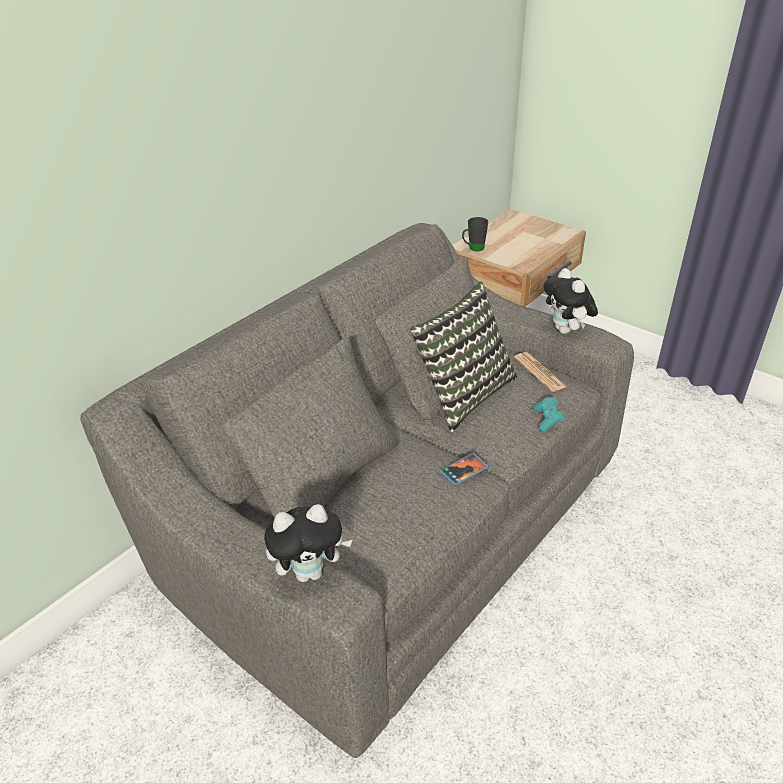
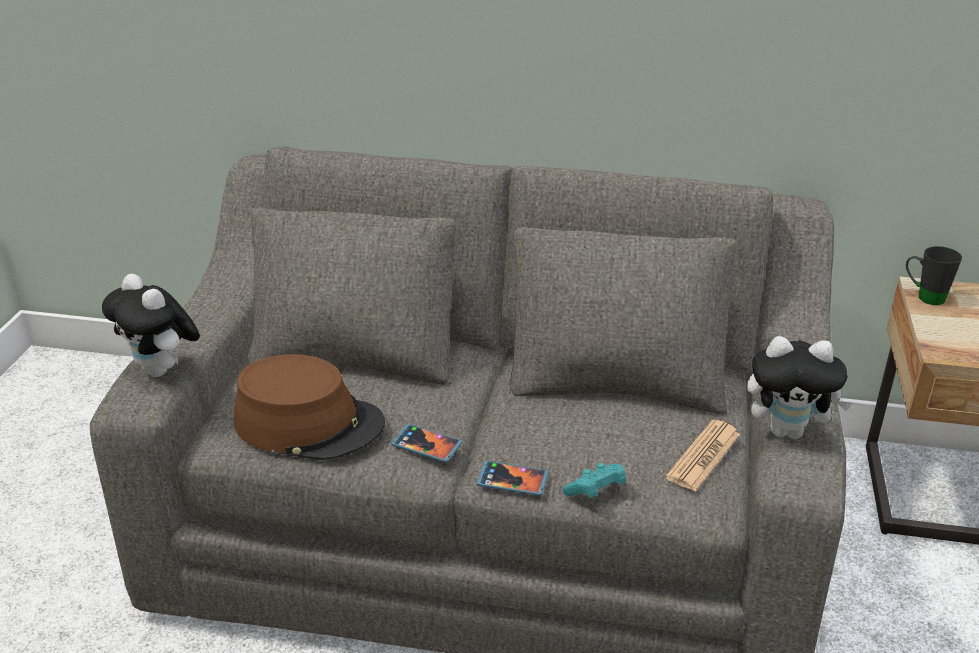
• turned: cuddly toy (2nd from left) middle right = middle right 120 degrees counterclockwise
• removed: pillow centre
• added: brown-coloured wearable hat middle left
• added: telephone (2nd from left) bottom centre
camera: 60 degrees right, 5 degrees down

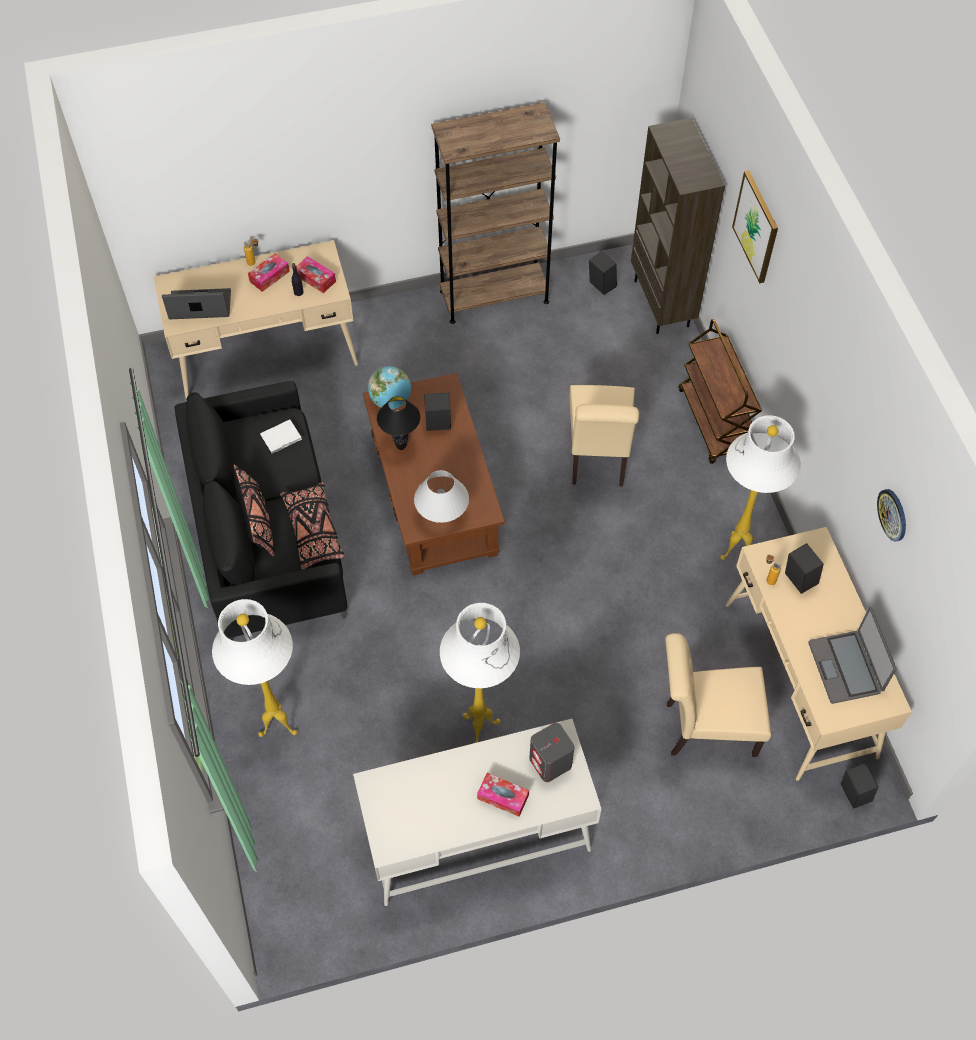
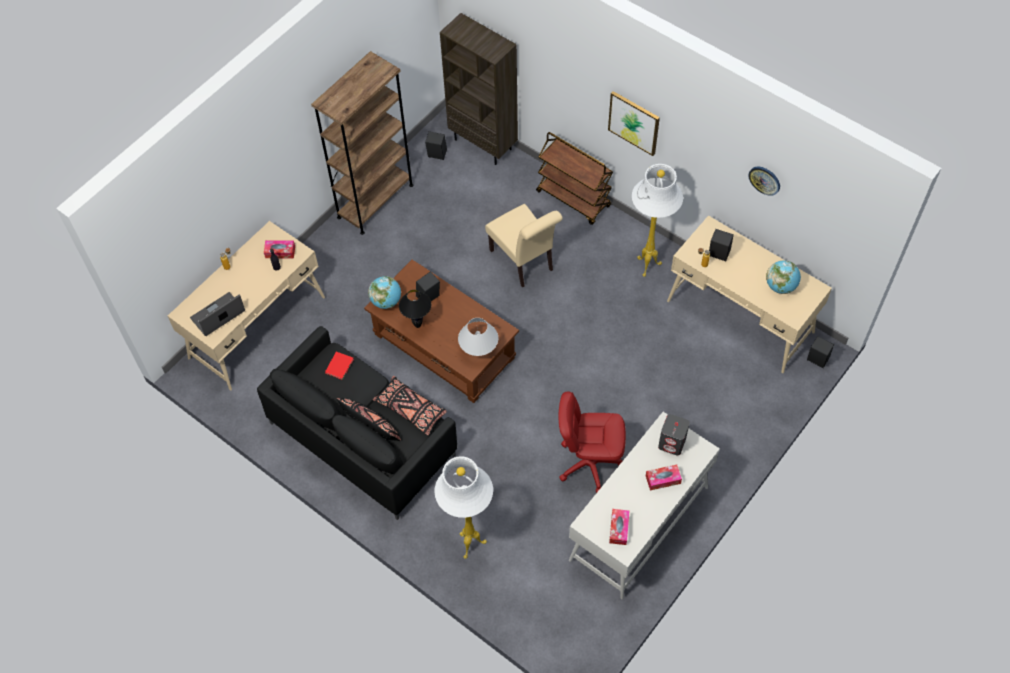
• moved: picture top right to top centre
• moved: box of tissues (1st from left in the first image) top left to box of tissues (2nd from left) bottom centre
• recoloured: white book middle left to red book centre
• replaced: white floor lamp (2nd from left) centre to red desk chair centre
• replaced: notebook computer (2nd from left) middle right to world globe (2nd from left) middle right
• removed: beige plain chair (2nd from left) bottom right
camera: 35 degrees left, 0 degrees up

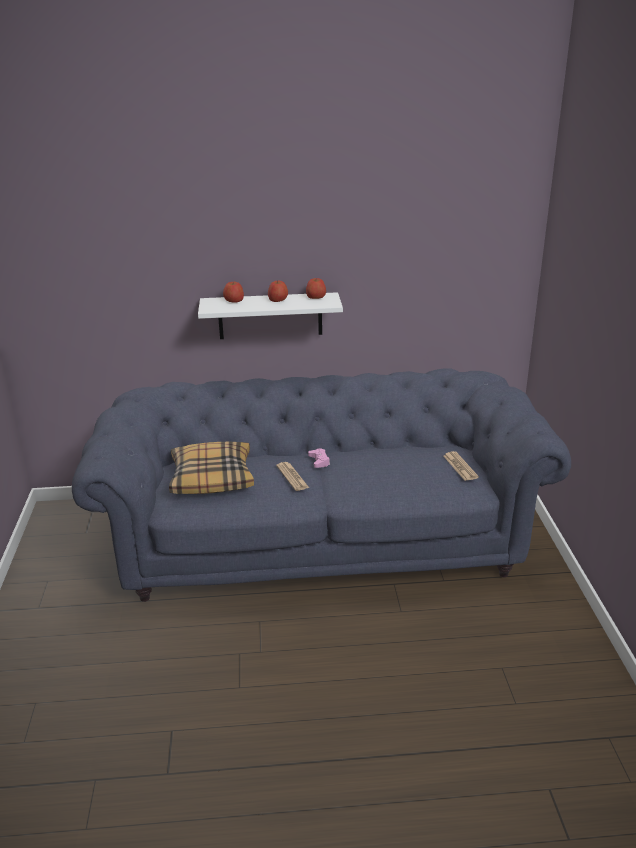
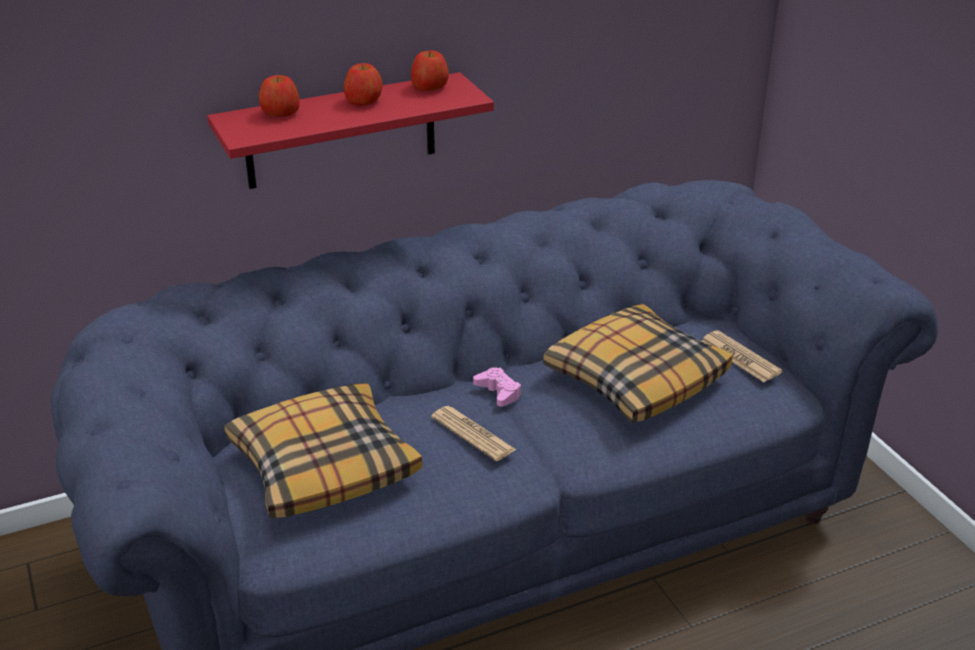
• recoloured: white shelf centre to red shelf top centre
• added: pillow (2nd from left) centre
camera: 20 degrees left, 5 degrees up

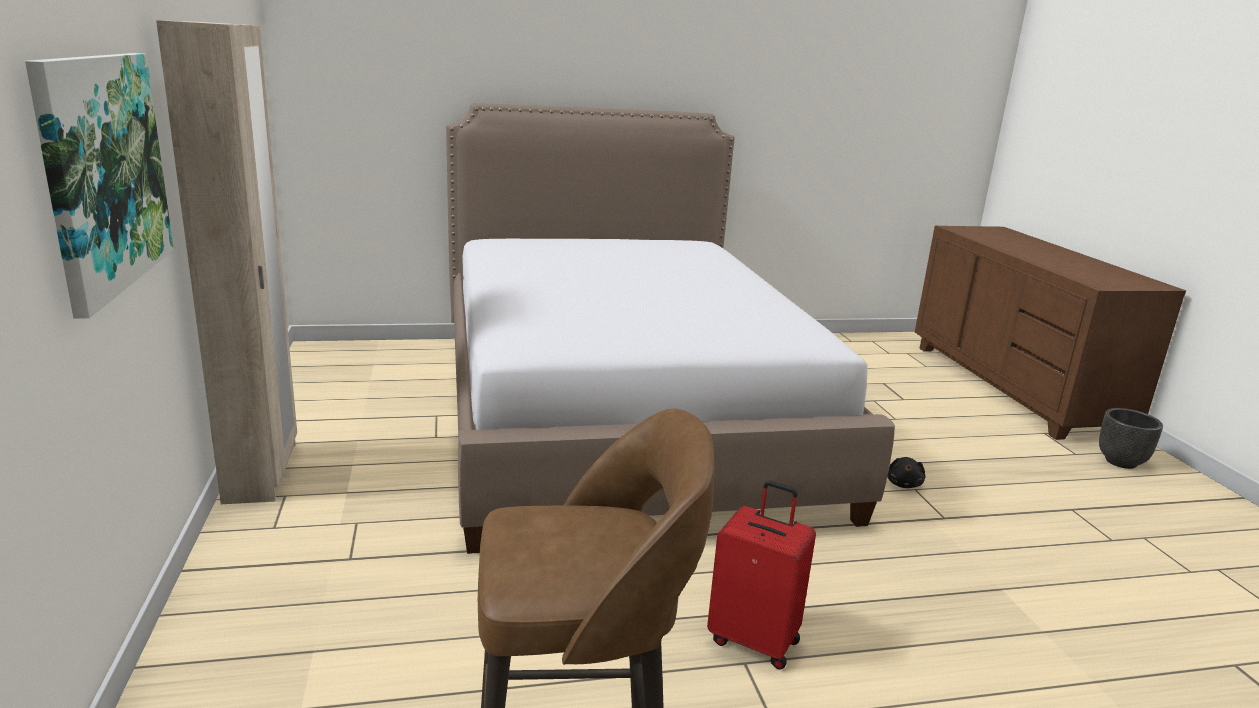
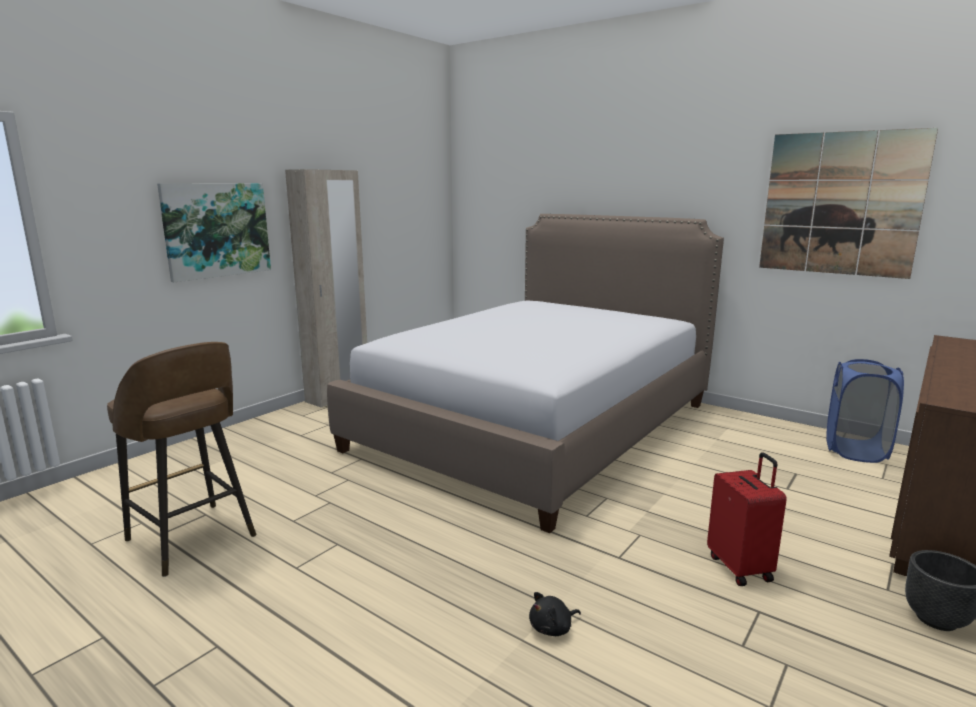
• moved: black-coloured cuddly toy bottom right to bottom centre
• moved: red suitcase bottom centre to bottom right
• added: picture (2nd from left) top right
• added: blue laundry basket middle right
camera: 50 degrees right, 5 degrees down

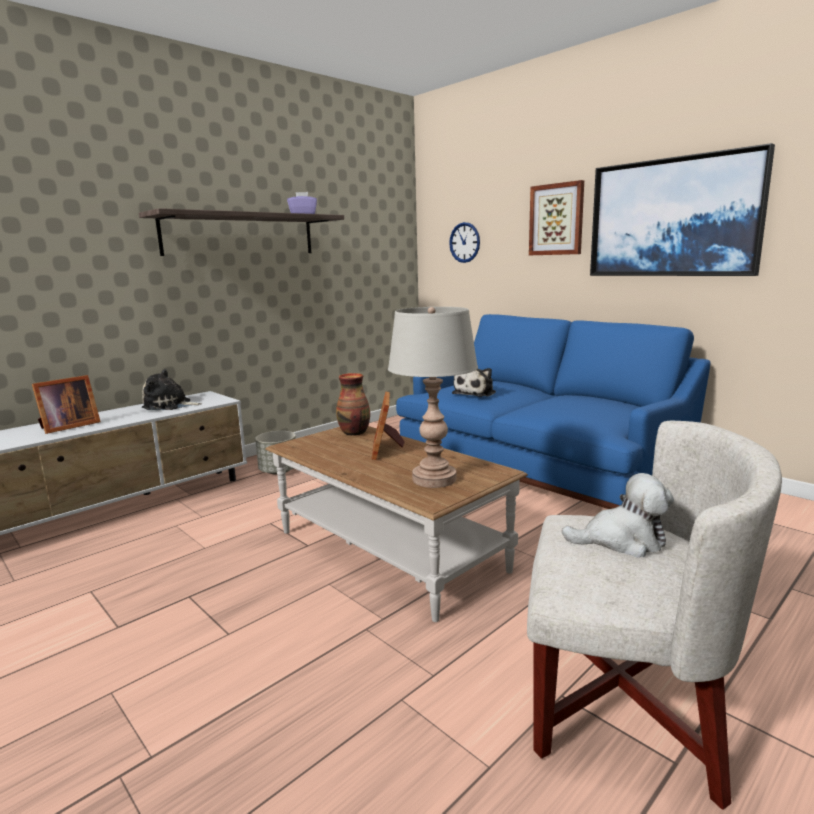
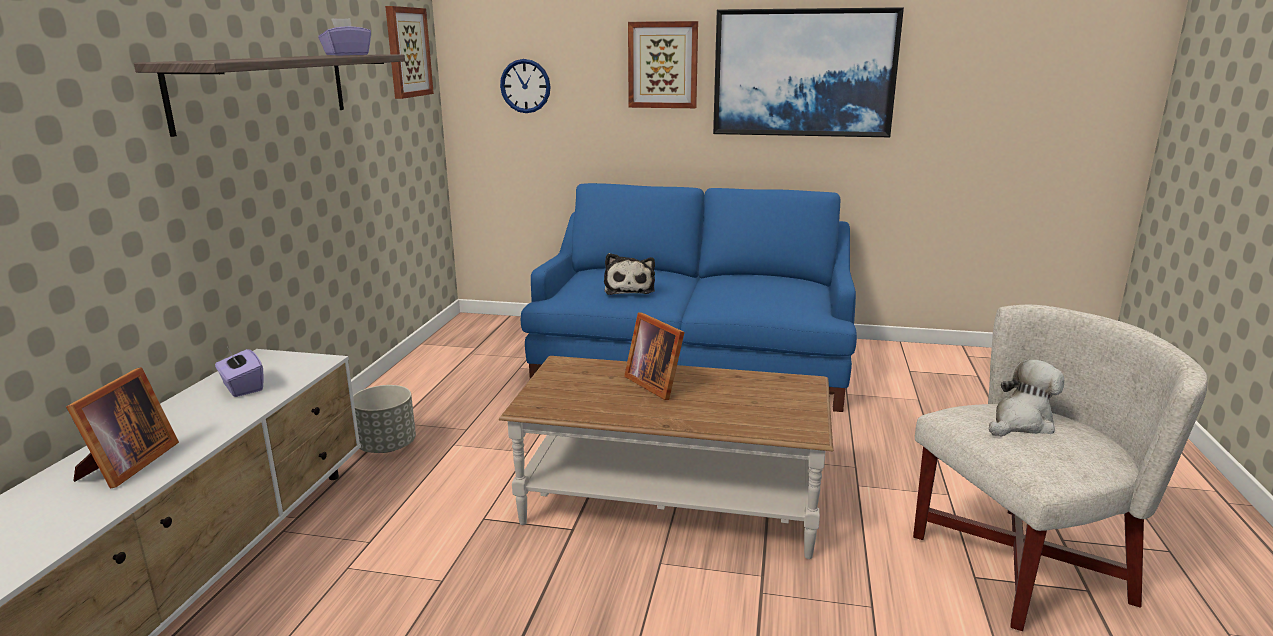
• removed: greyish lamp for a table centre
• replaced: cuddly toy (1st from left) middle left to purple box of tissues (1st from left) middle left
• removed: flower vase centre
• added: picture (1st from left) top left
camera: 35 degrees left, 5 degrees up

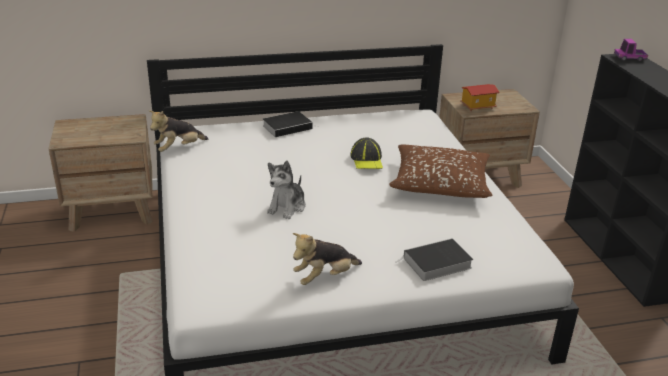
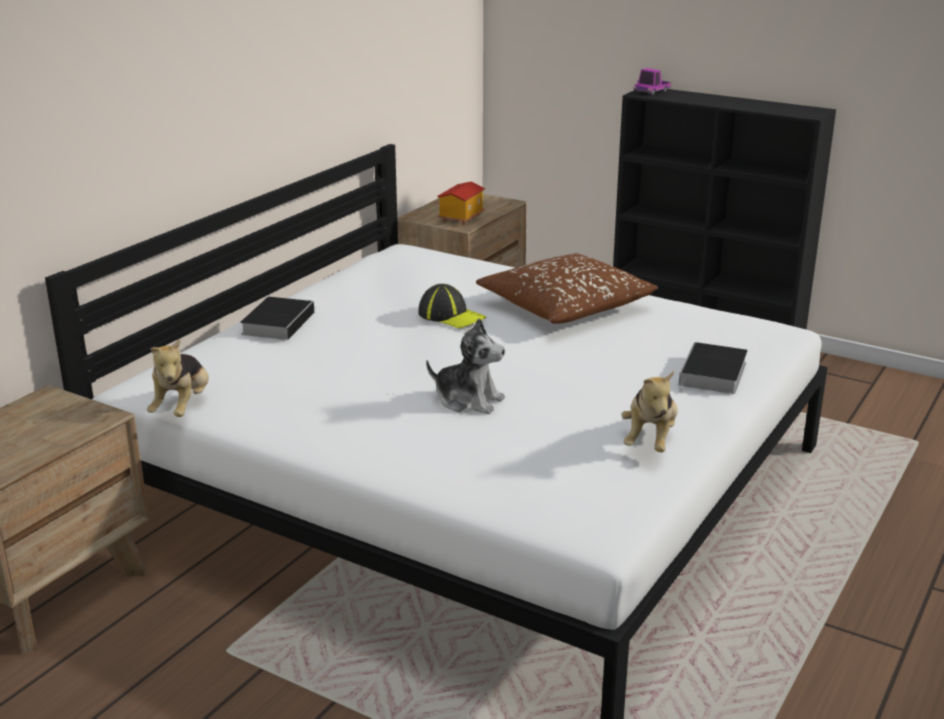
• turned: cuddly toy (2nd from left) centre = centre 45 degrees counterclockwise
camera: 45 degrees left, 5 degrees down

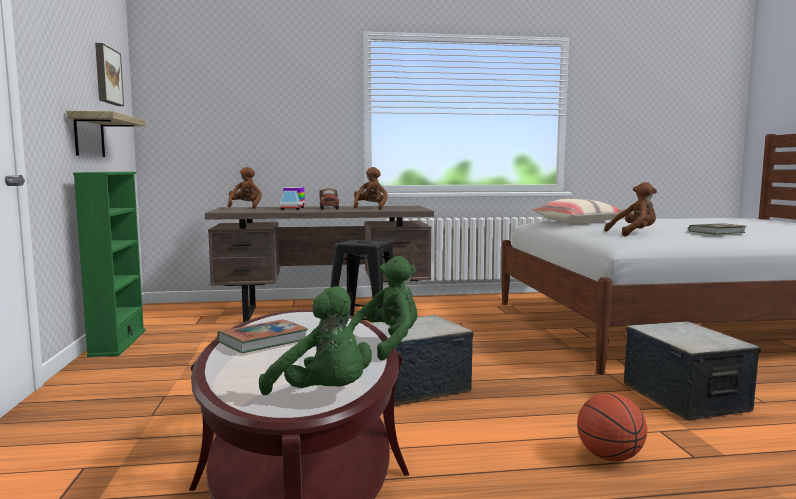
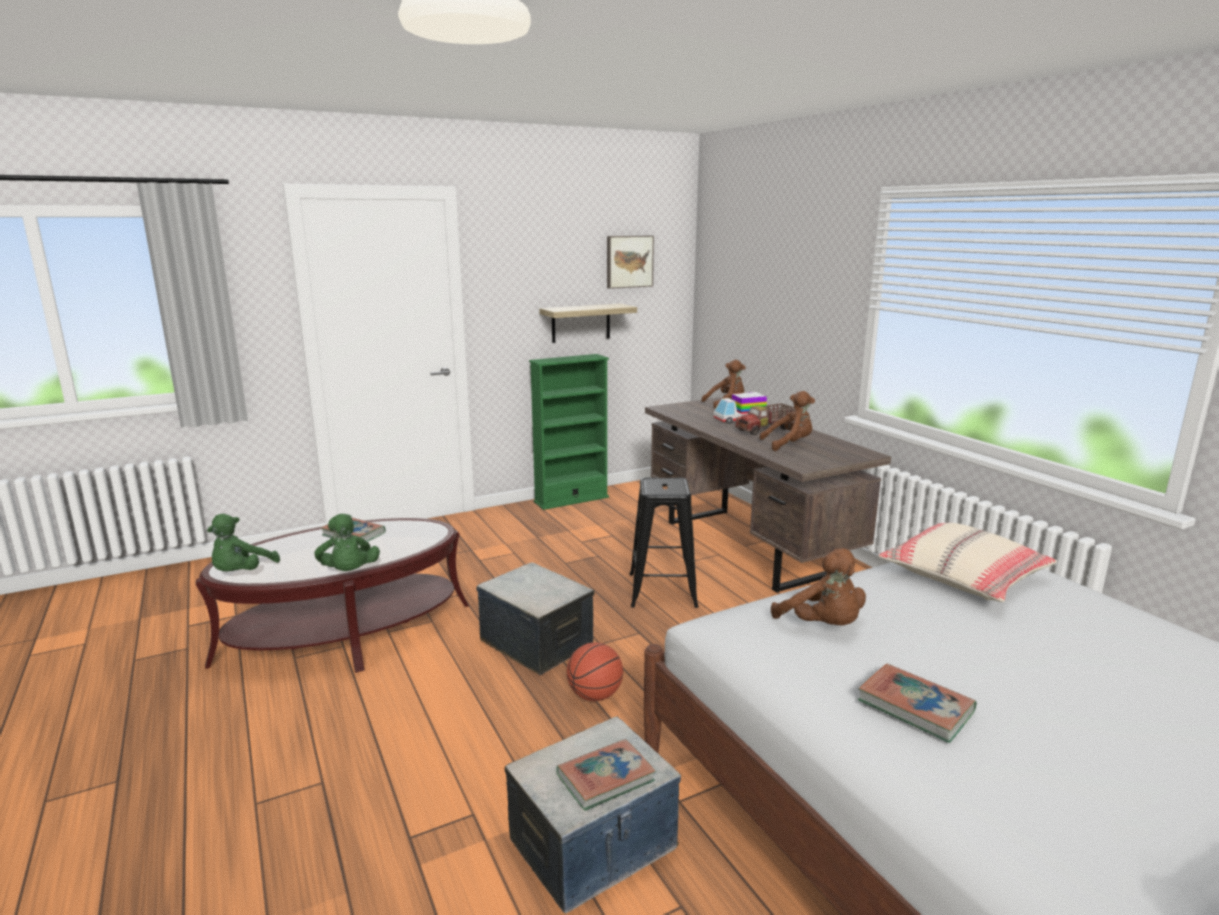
• turned: greenish cuddly toy (2nd from left) centre = middle left 45 degrees clockwise
• moved: basketball bottom right to bottom centre
• added: book (2nd from left) bottom centre
camera: 70 degrees right, 10 degrees up

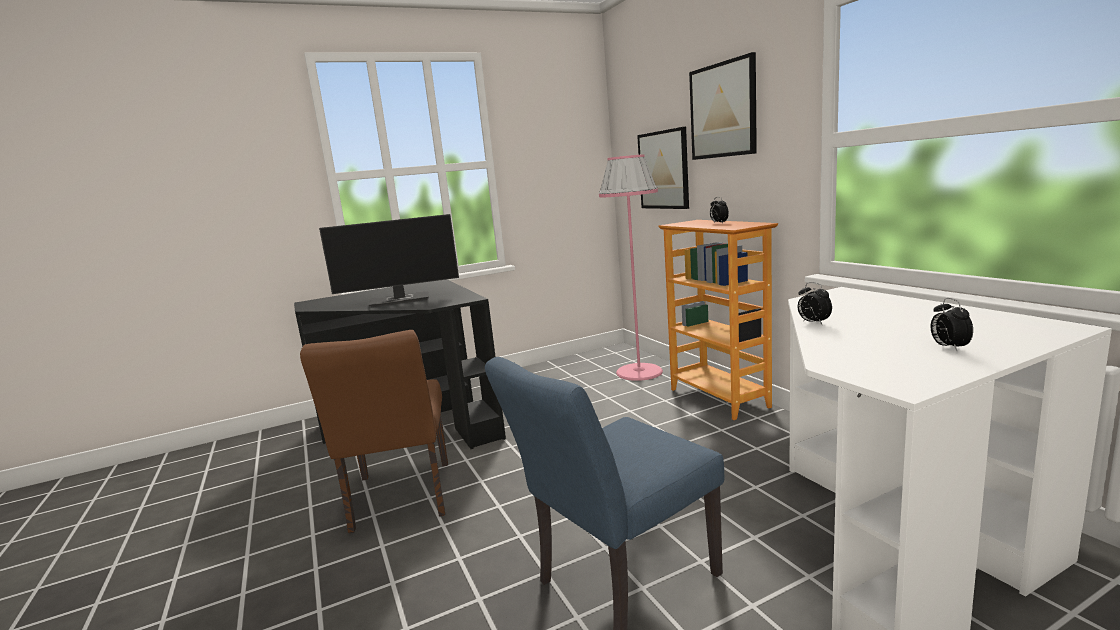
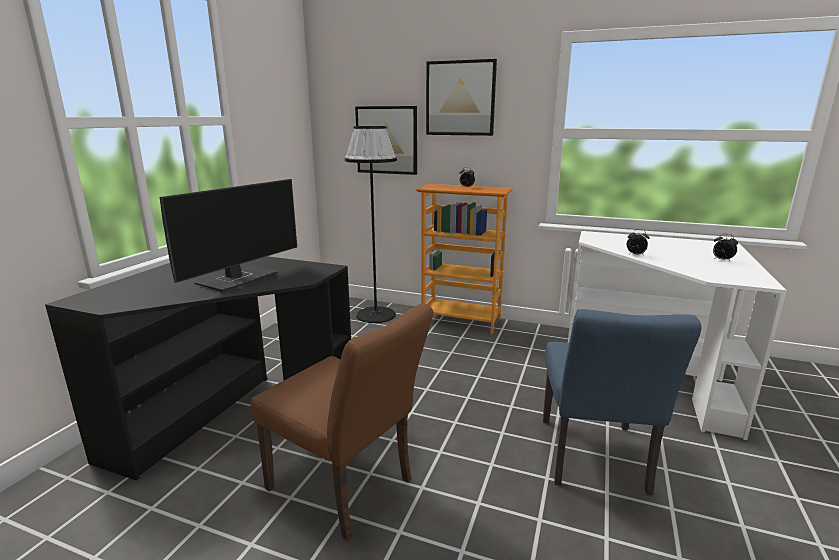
• recoloured: pink floor lamp centre to black-coloured floor lamp centre
camera: 45 degrees left, 5 degrees up

